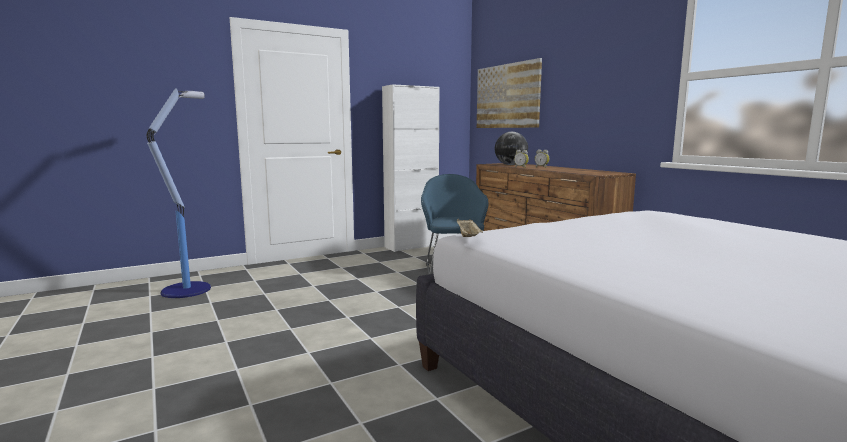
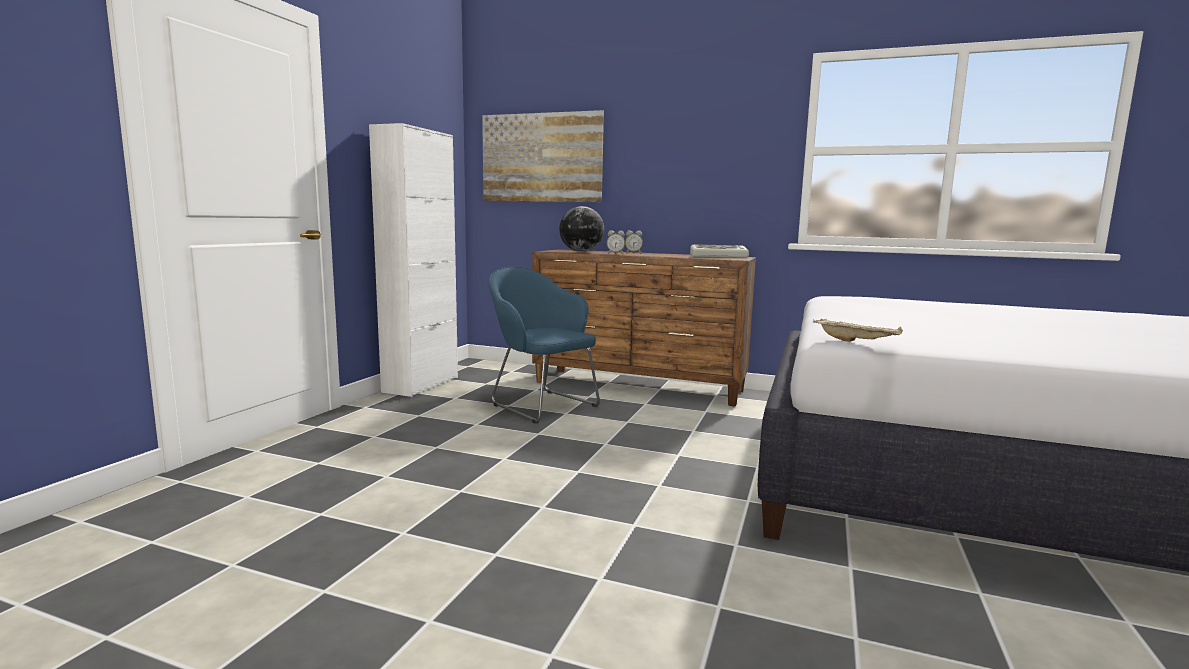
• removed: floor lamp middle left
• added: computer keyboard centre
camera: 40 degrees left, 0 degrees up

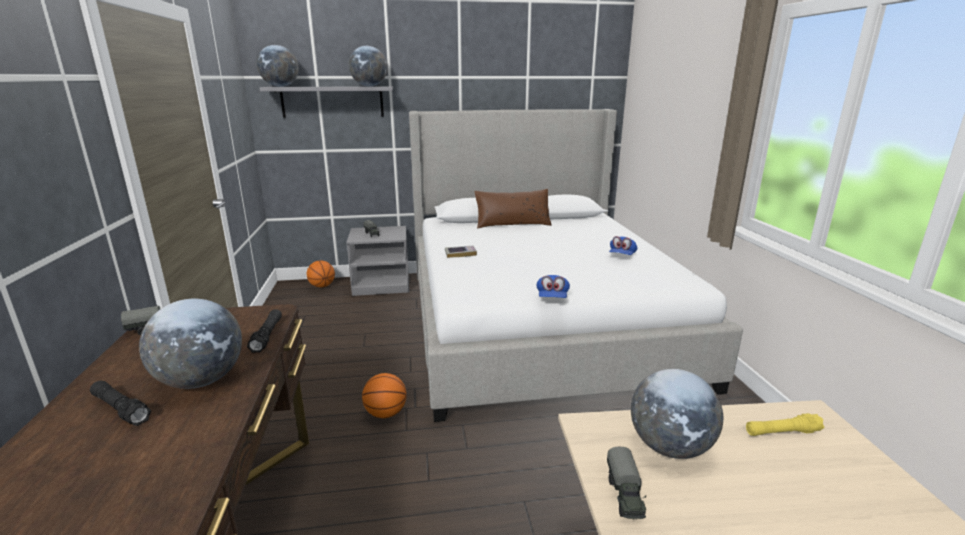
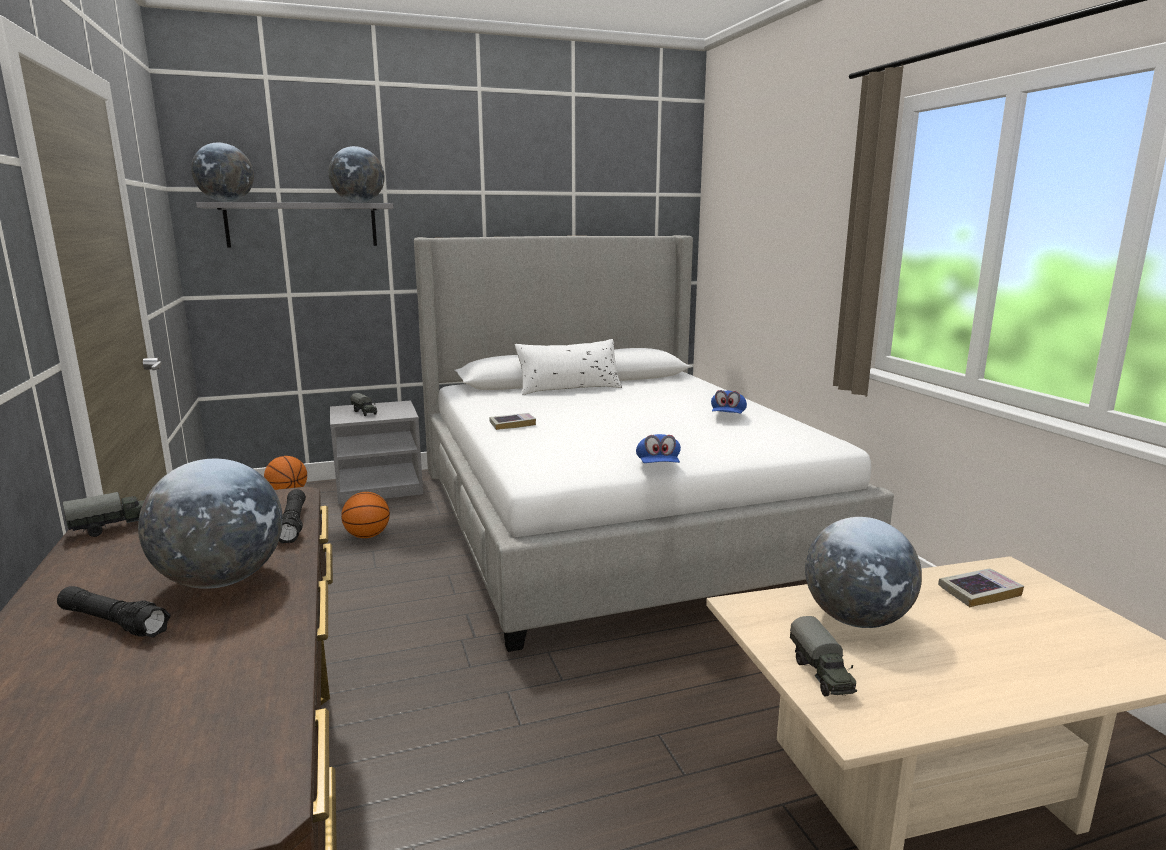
• recoloured: brown-coloured pillow centre to white pillow centre
• moved: basketball (2nd from left) bottom centre to middle left
• replaced: yellow-coloured hand torch bottom right to book (2nd from left) bottom right
camera: 10 degrees left, 5 degrees down

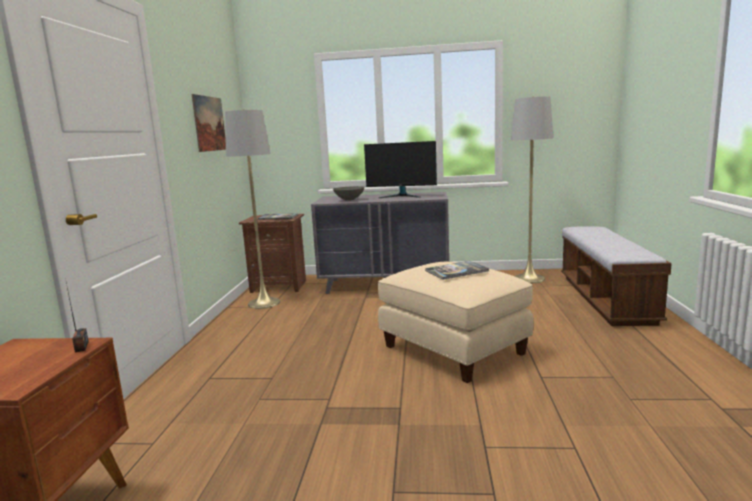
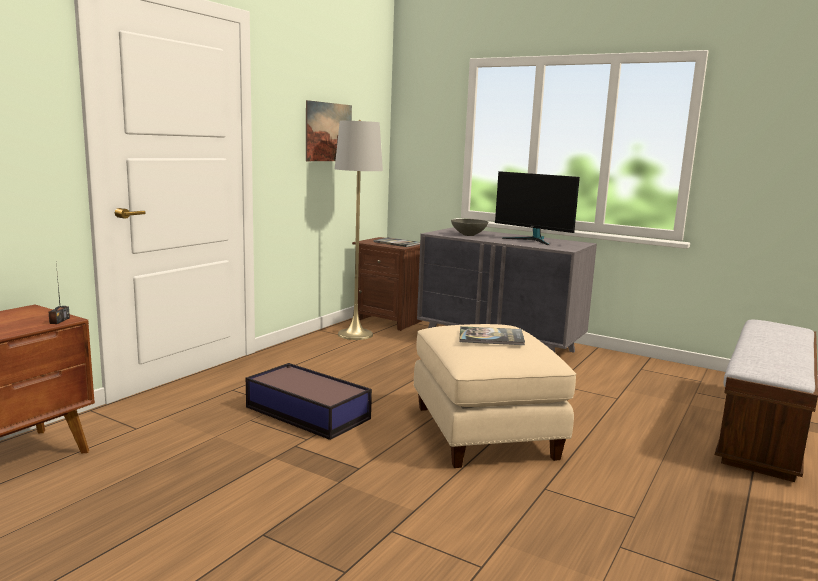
• removed: greyish floor lamp (2nd from left) middle right
• added: storage bin bottom centre
camera: 25 degrees right, 0 degrees up

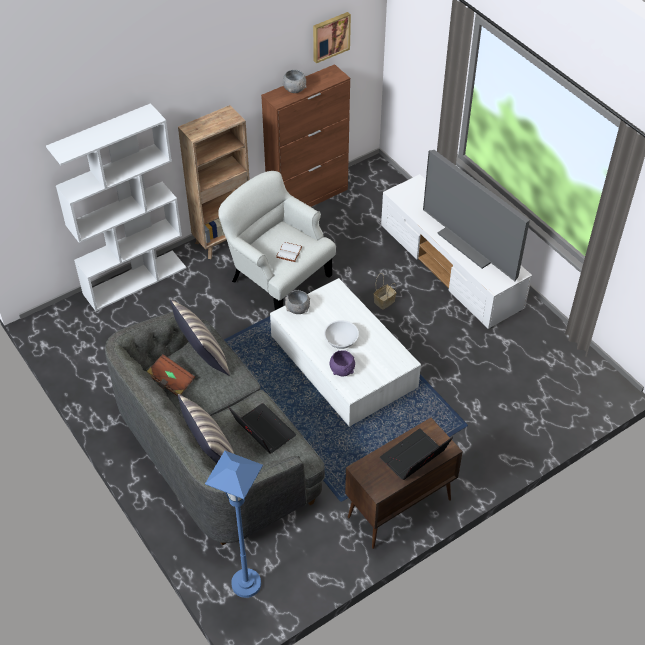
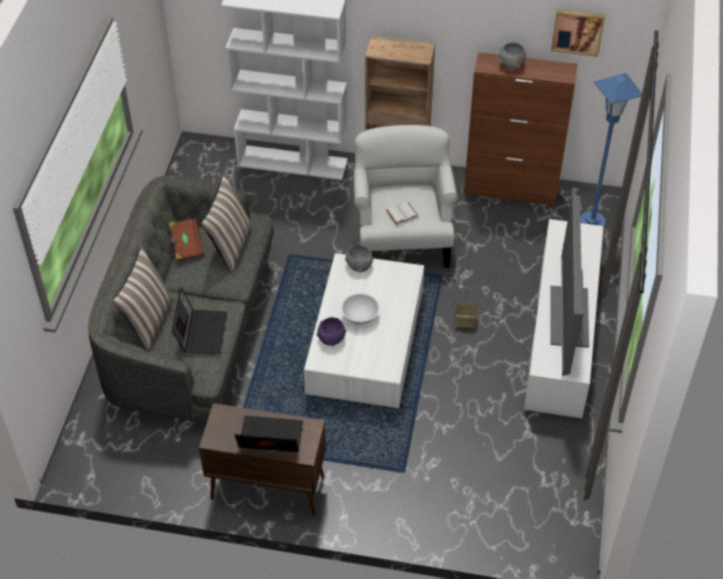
• moved: blue floor lamp bottom centre to top right
camera: 45 degrees right, 0 degrees up

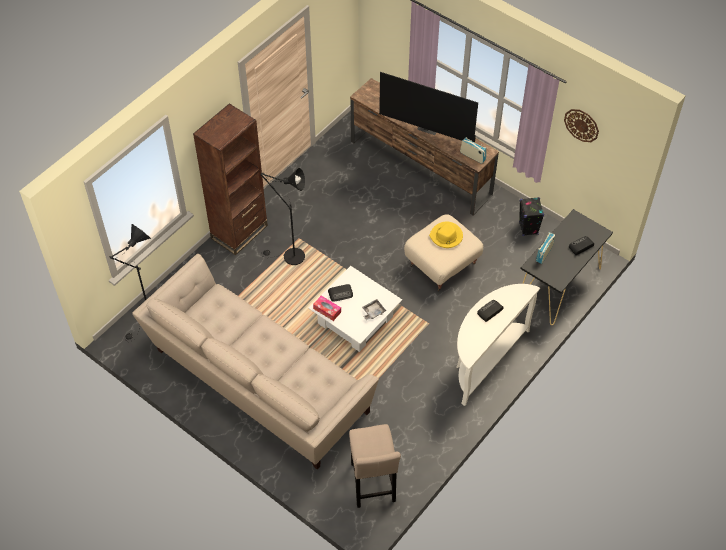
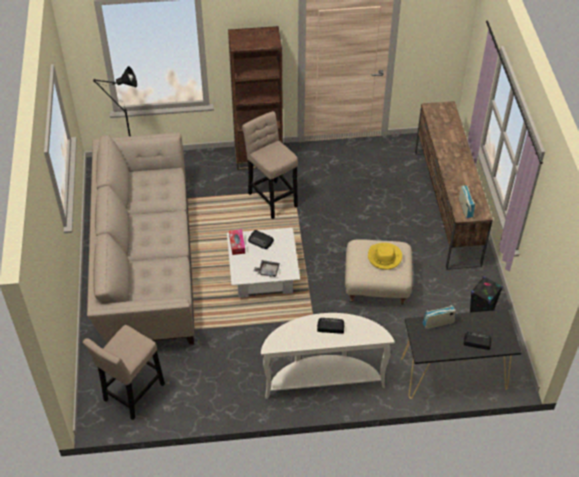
• removed: TV top centre
• removed: hanging clock top right
• replaced: black-coloured floor lamp (2nd from left) centre to beige stool seat (2nd from left) centre
camera: 45 degrees right, 5 degrees down

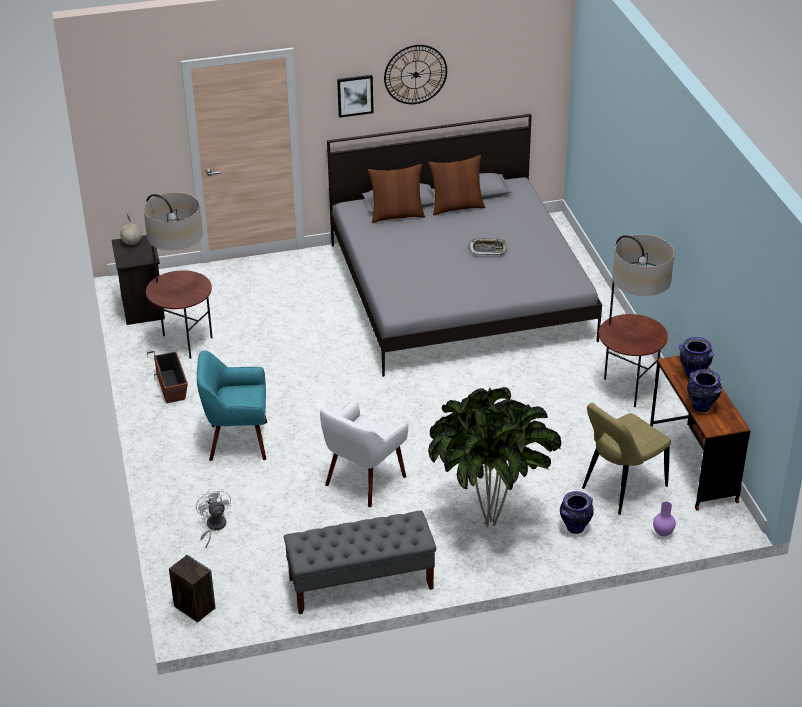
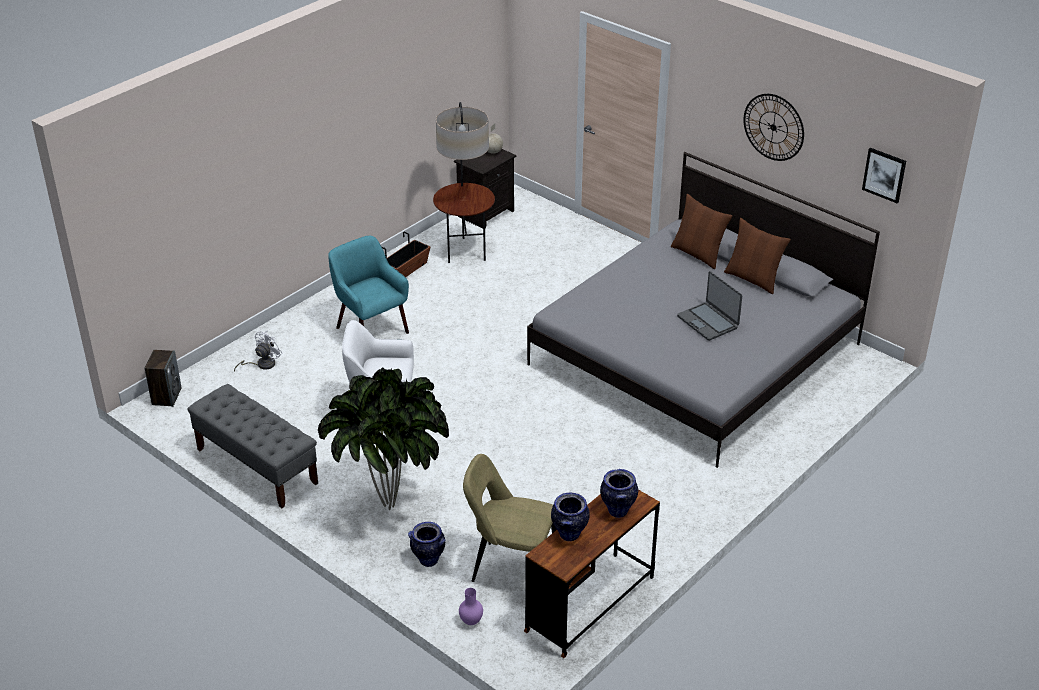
• moved: picture top centre to top right
• removed: floor lamp (2nd from left) middle right
• replaced: serving tray centre to notebook computer middle right
camera: 55 degrees right, 0 degrees up

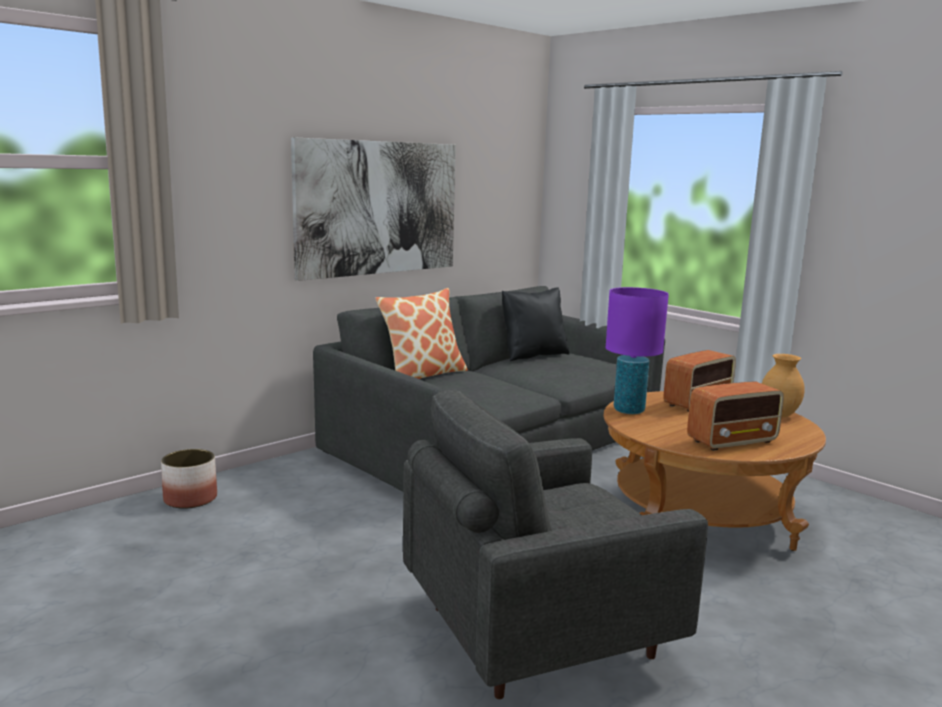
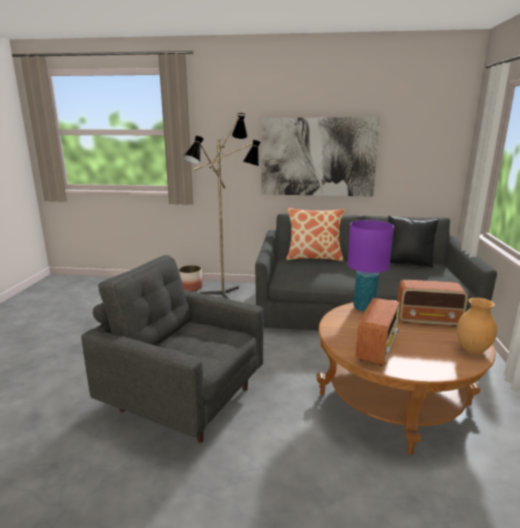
• turned: radio set (2nd from left in the first image) middle right = middle right 90 degrees counterclockwise
• added: floor lamp centre
camera: 50 degrees right, 5 degrees up

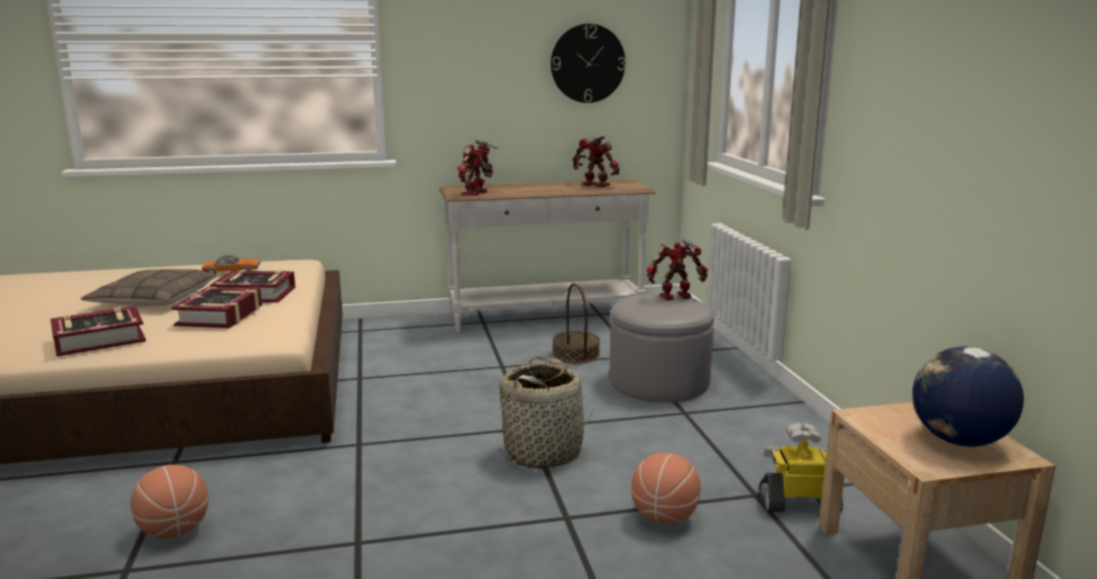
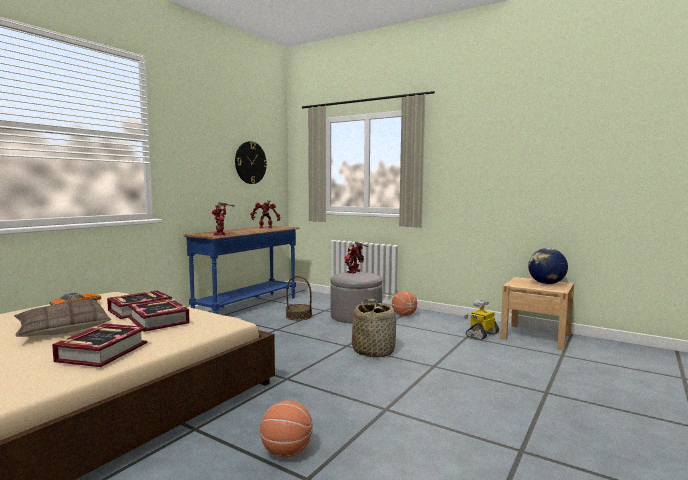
• recoloured: white console table centre to blue console table centre
• moved: basketball (2nd from left) bottom centre to centre
camera: 45 degrees left, 10 degrees down

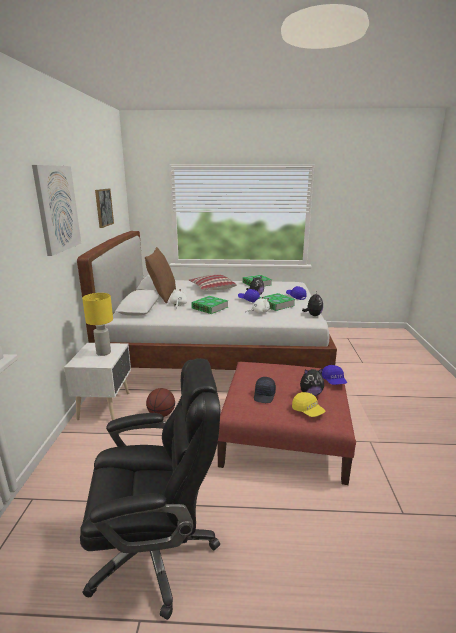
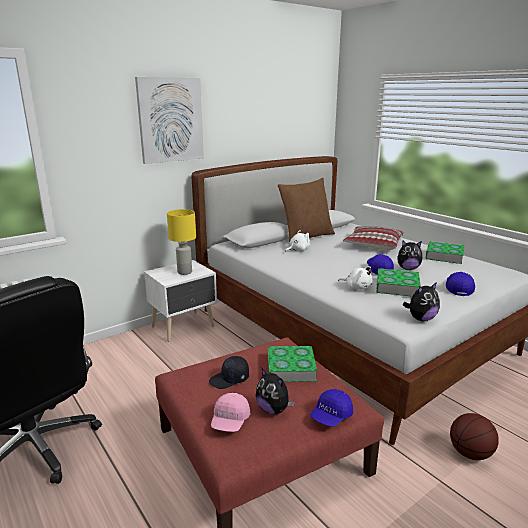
• removed: picture (2nd from left) top left
• moved: book (1st from left) centre to bottom centre
• moved: basketball centre to bottom right
• recoloured: yellow-coloured cap middle right to pink cap bottom centre
camera: 50 degrees right, 0 degrees up

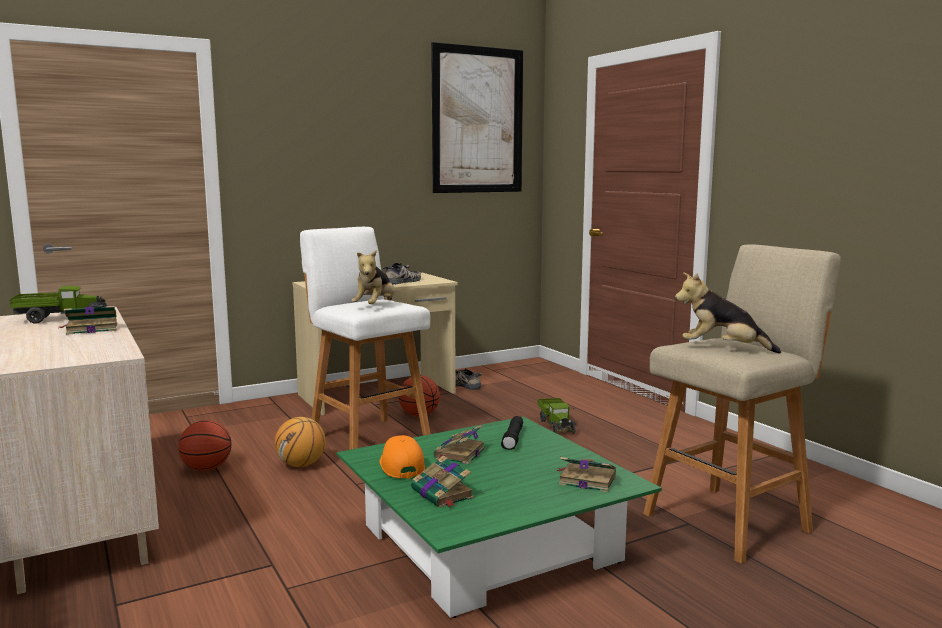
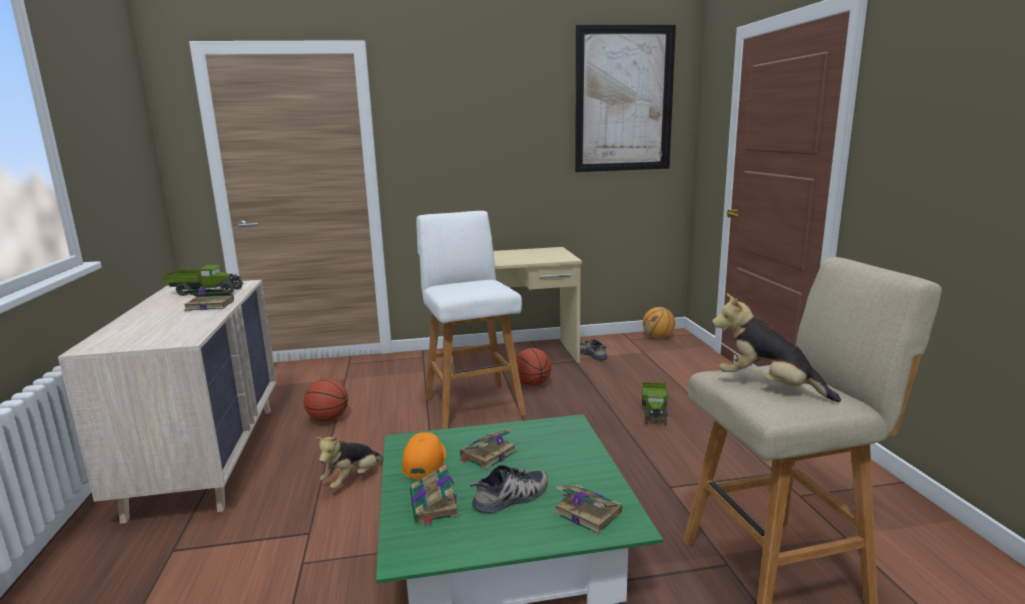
• moved: cuddly toy (1st from left) centre to bottom centre
• moved: shoe (1st from left) centre to bottom centre
• removed: black-coloured hand torch bottom centre
• moved: basketball (2nd from left in the first image) bottom left to basketball (3rd from left) centre
camera: 20 degrees right, 5 degrees up

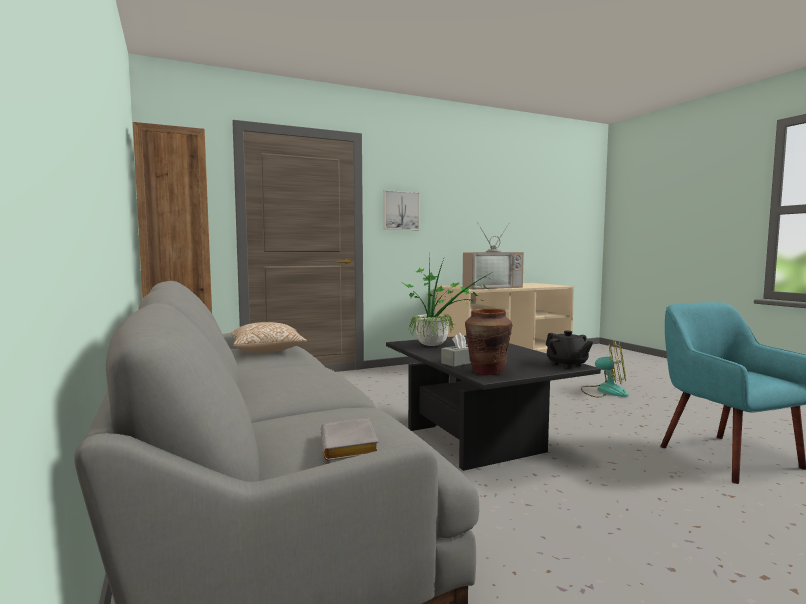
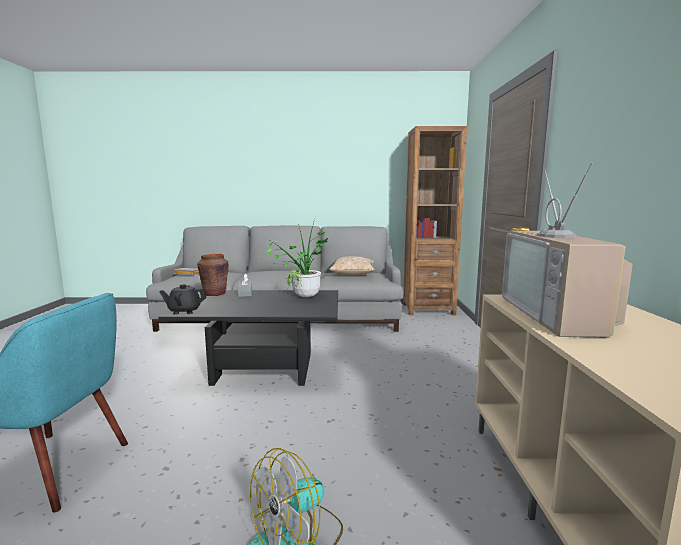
• removed: picture centre
camera: 115 degrees right, 5 degrees up

